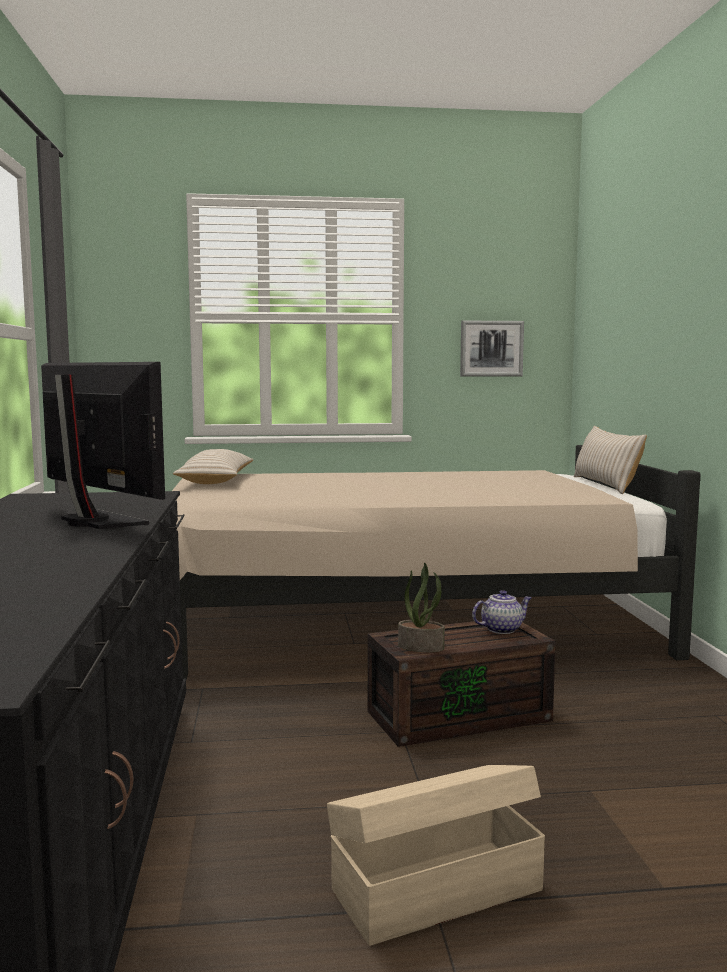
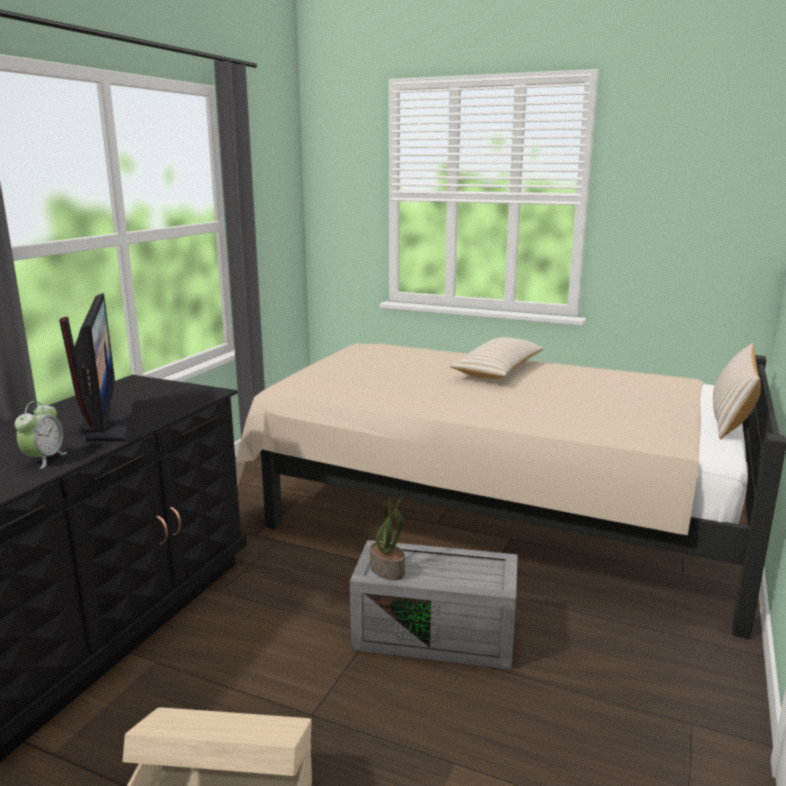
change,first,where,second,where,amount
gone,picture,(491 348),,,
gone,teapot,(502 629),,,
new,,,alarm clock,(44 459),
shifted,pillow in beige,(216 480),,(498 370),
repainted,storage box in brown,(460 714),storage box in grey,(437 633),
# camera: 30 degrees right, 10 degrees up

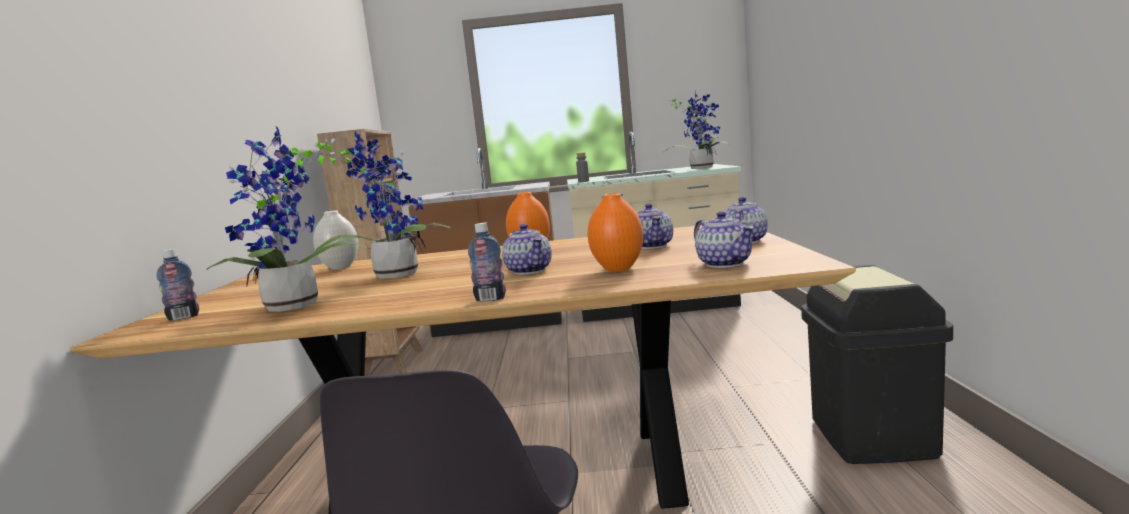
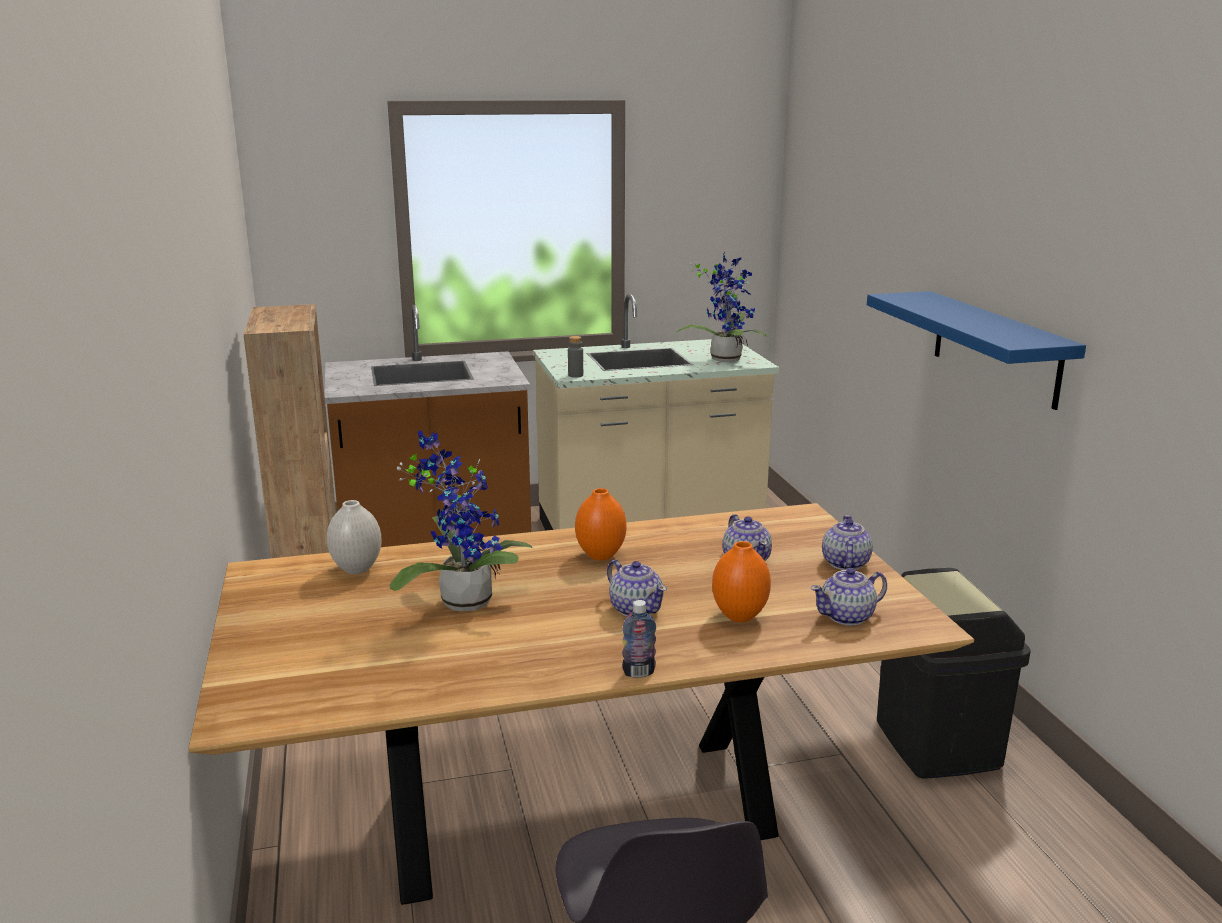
change,first,where,second,where,amount
gone,bottle,(183 317),,,
gone,potted plant,(293 308),,,
new,,,shelf in blue,(995 347),
rotated,teapot,(724 263),,(847 617),105 degrees clockwise
# camera: 15 degrees left, 10 degrees up

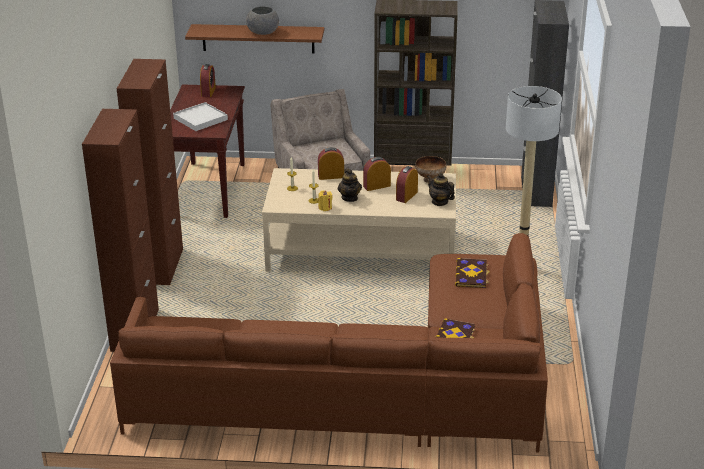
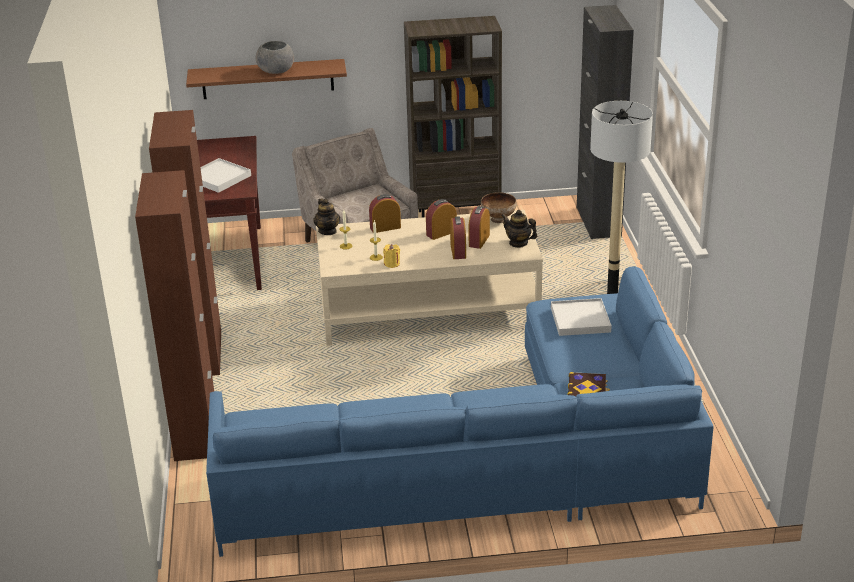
change,first,where,second,where,amount
shifted,alarm clock,(208 91),,(458 251),
shifted,teapot,(350 198),,(327 231),
swapped,book,(472 274),tray in white,(580 320),
repainted,sofa in brown,(372 388),sofa in blue,(494 462),
# camera: 10 degrees left, 0 degrees up

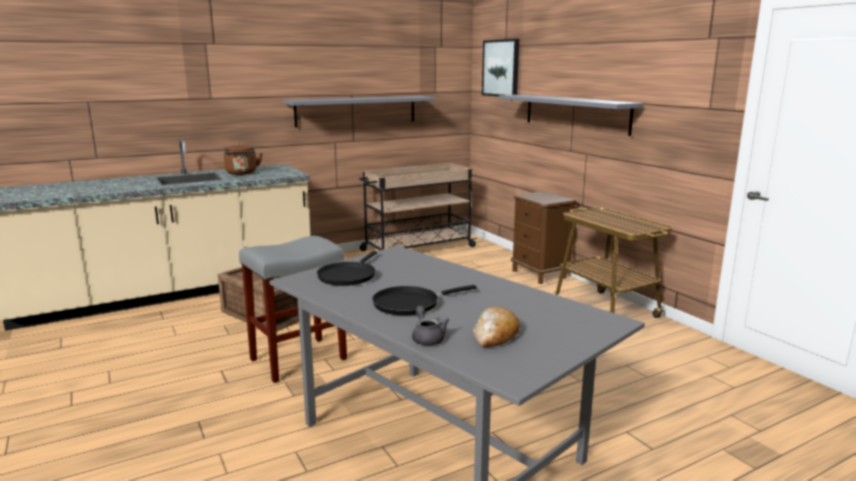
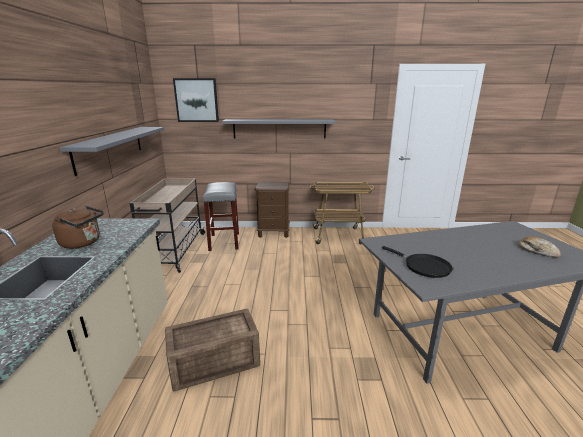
change,first,where,second,where,amount
gone,frying pan in black,(410 304),,,
gone,teapot in grey,(427 337),,,
shifted,stool in grey,(299 358),,(224 241),
# camera: 60 degrees left, 5 degrees up

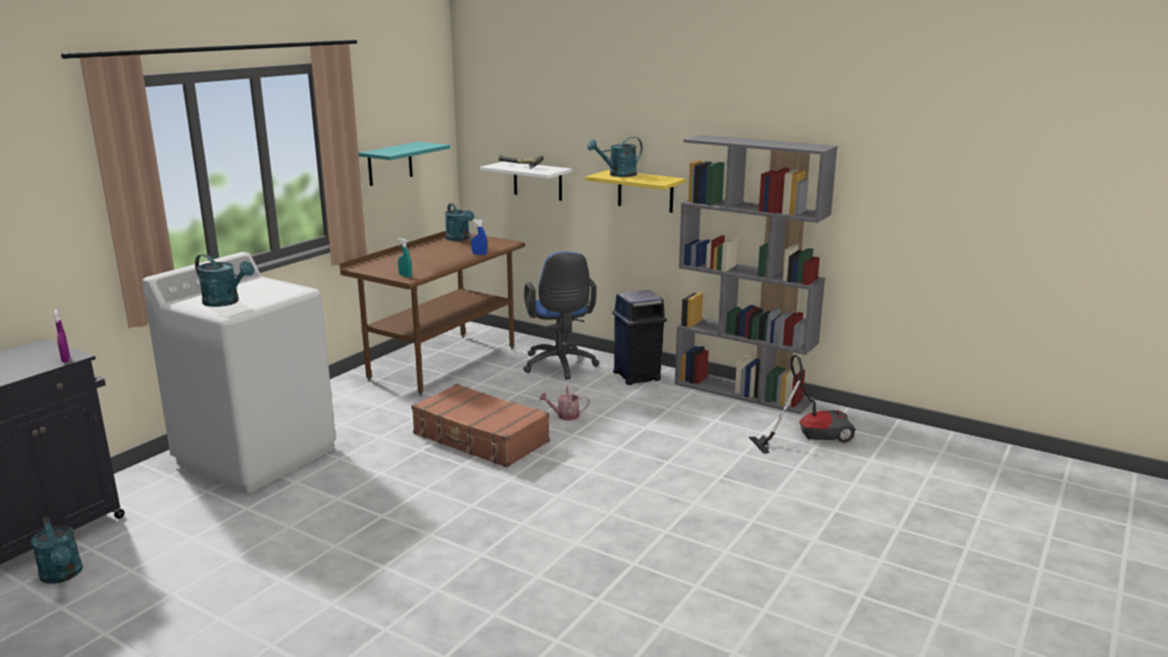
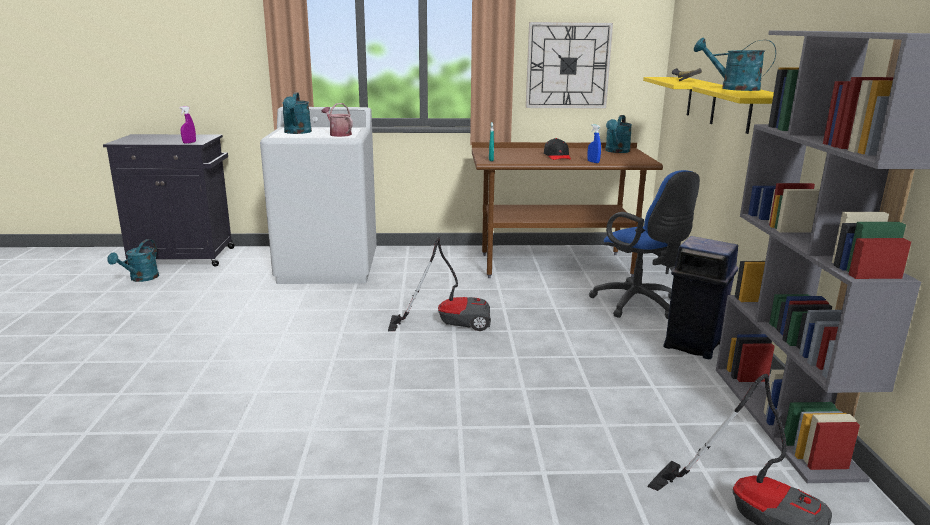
change,first,where,second,where,amount
new,,,cap in black,(557 156),
shifted,watering can,(564 416),,(338 134),
swapped,shelf in turquoise,(390 164),wall clock,(568 66),
swapped,suitcase in brown,(480 439),vacuum cleaner,(450 322),
repainted,shelf in white,(537 181),shelf in yellow,(701 100),
rotated,office chair in blue,(560 366),,(639 305),75 degrees counterclockwise
# camera: 55 degrees right, 0 degrees up

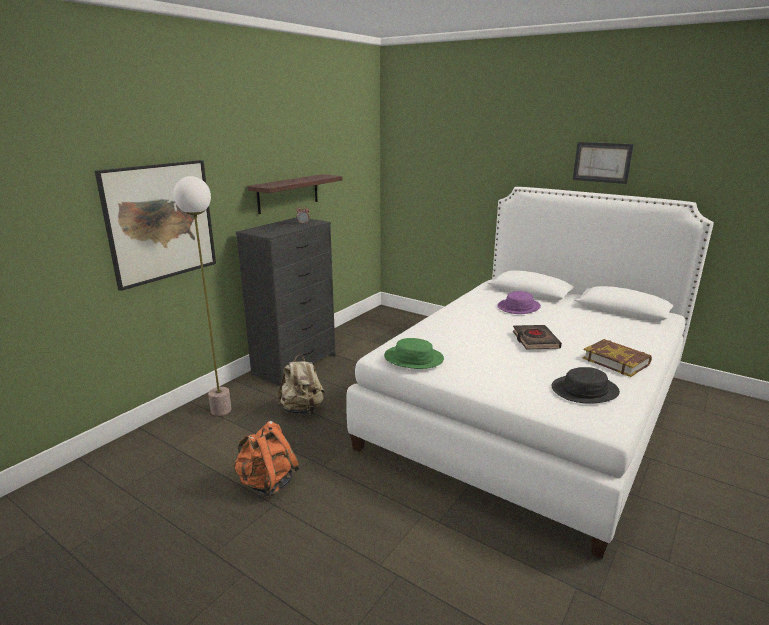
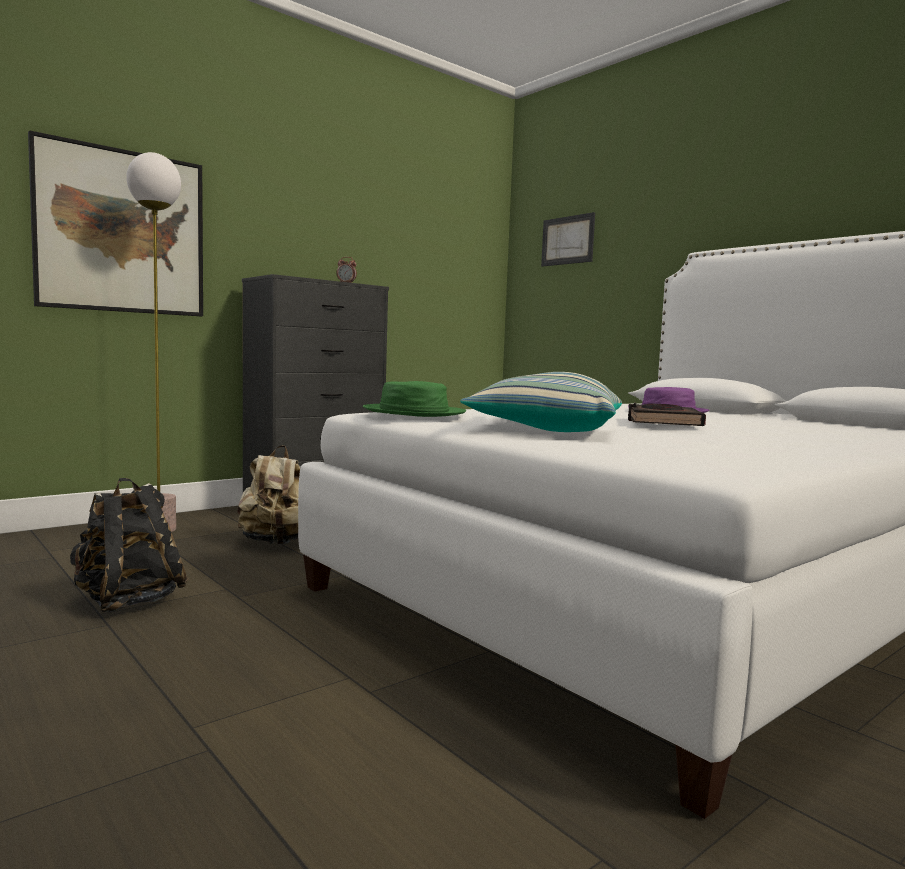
change,first,where,second,where,amount
gone,shelf,(288 193),,,
gone,hat in black,(584 390),,,
gone,book,(616 361),,,
new,,,pillow,(545 430),
shifted,picture,(602 162),,(568 240),
repainted,backpack in orange,(267 483),backpack in black,(128 601),
# camera: 15 degrees right, 15 degrees down

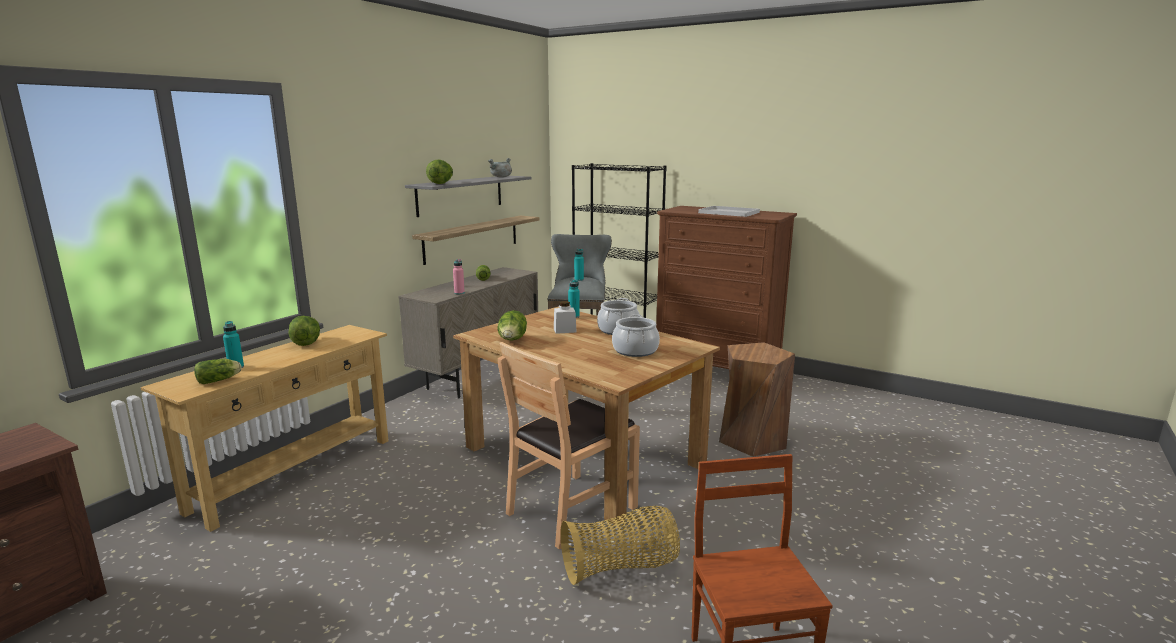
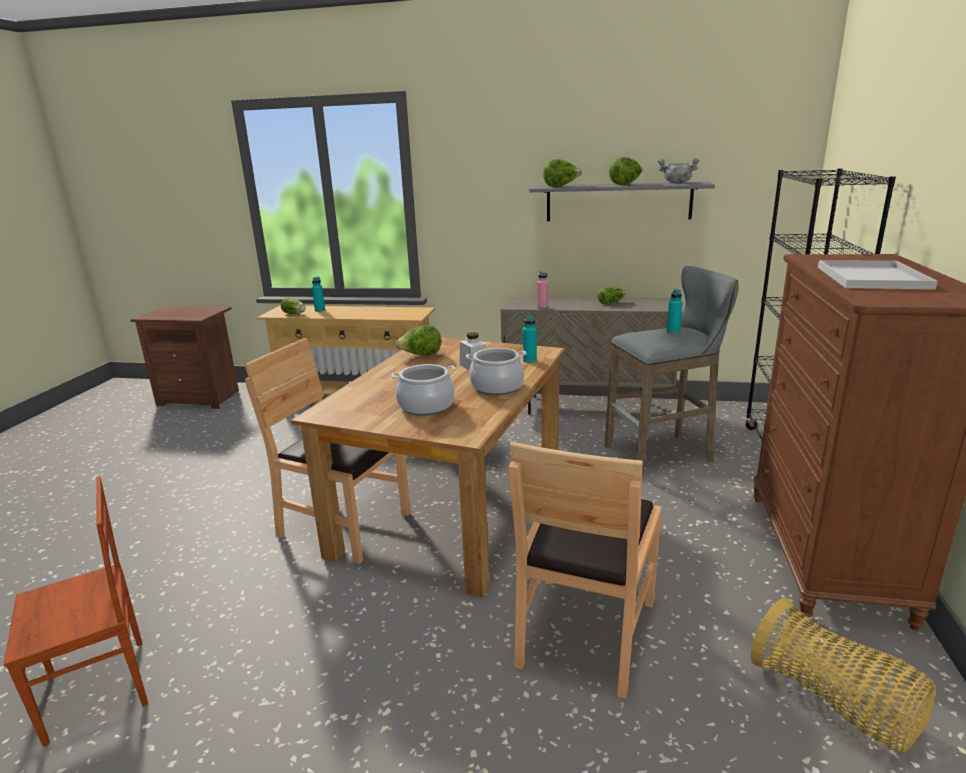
change,first,where,second,where,amount
gone,shelf,(472 238),,,
shifted,lettuce,(306 343),,(625 184),
shifted,basket,(621 567),,(834 702),
swapped,stool in brown,(752 440),chair in brown,(585 631),
# camera: 70 degrees right, 5 degrees up

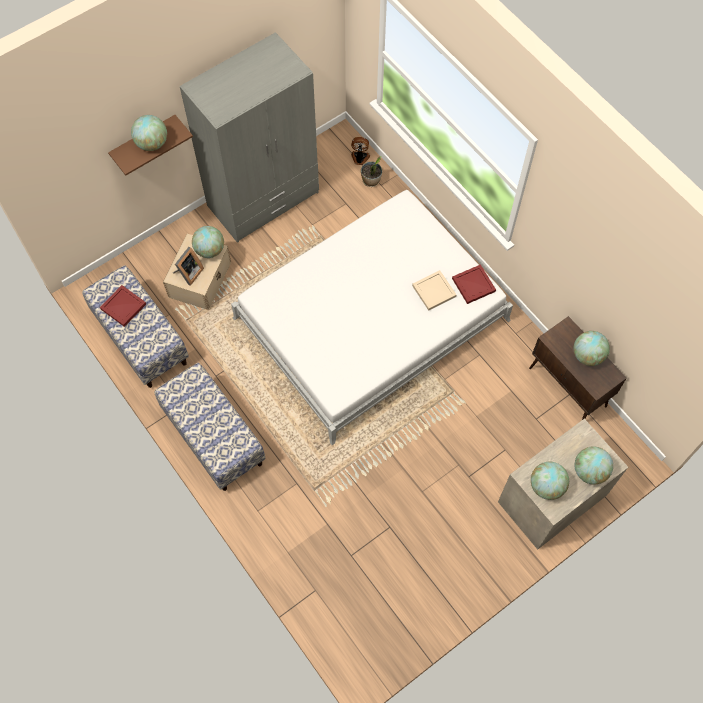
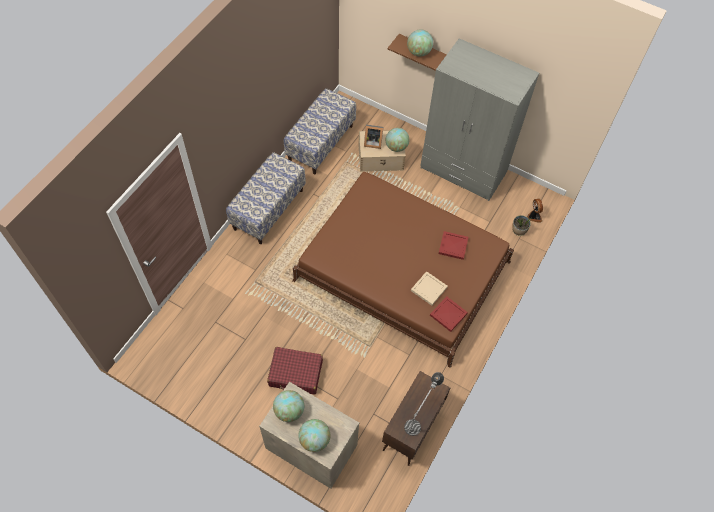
change,first,where,second,where,amount
new,,,suitcase in red,(296 374),
shifted,tray in red,(122 306),,(453 245),
swapped,globe,(587 355),table lamp,(421 413),
repainted,bed in white,(371 319),bed in brown,(402 271),
# camera: 65 degrees right, 5 degrees down

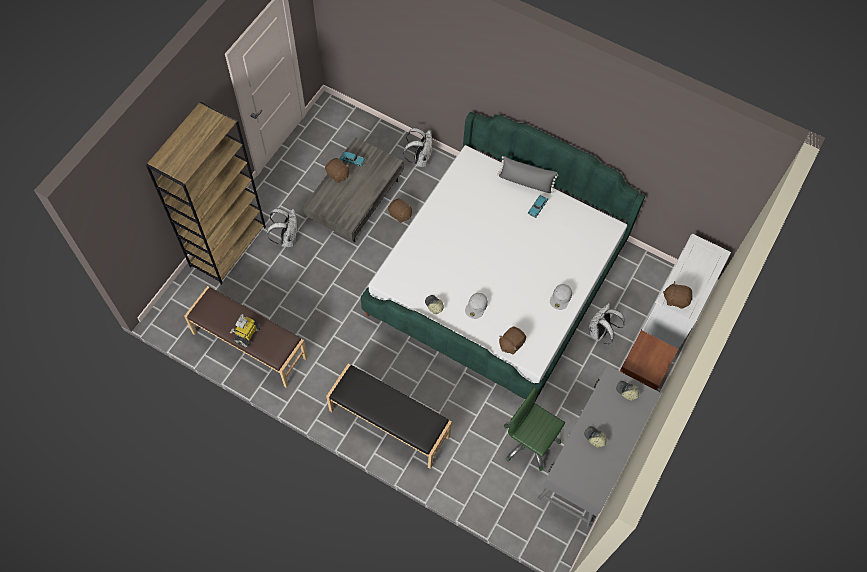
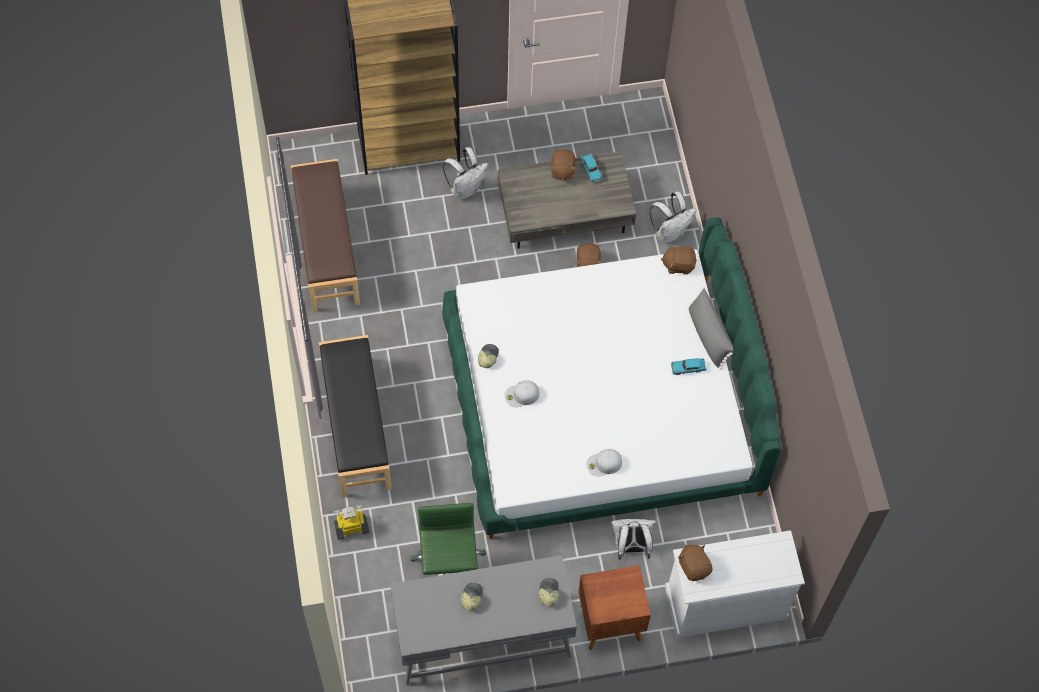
change,first,where,second,where,amount
shifted,toy robot,(247 334),,(351 527),
shifted,plush toy in brown,(511 344),,(678 264),
# camera: 50 degrees right, 0 degrees up

